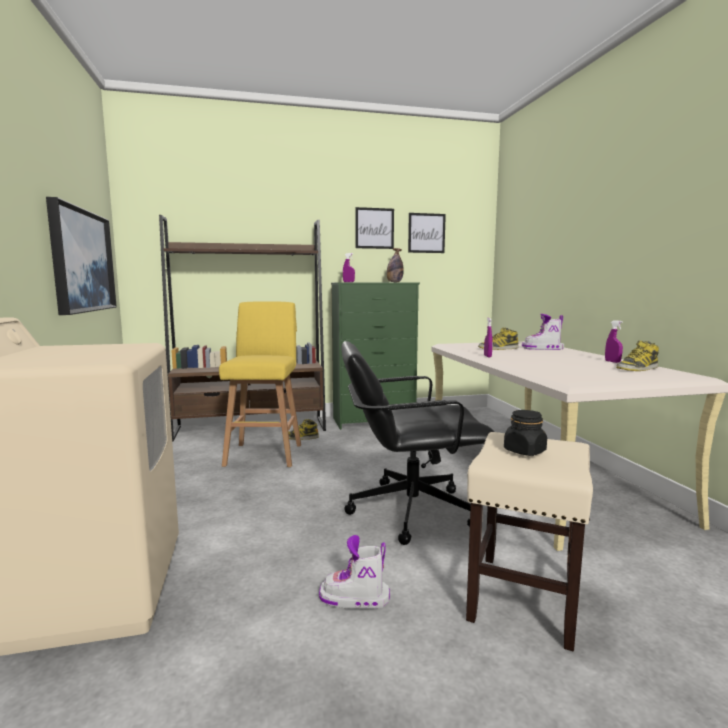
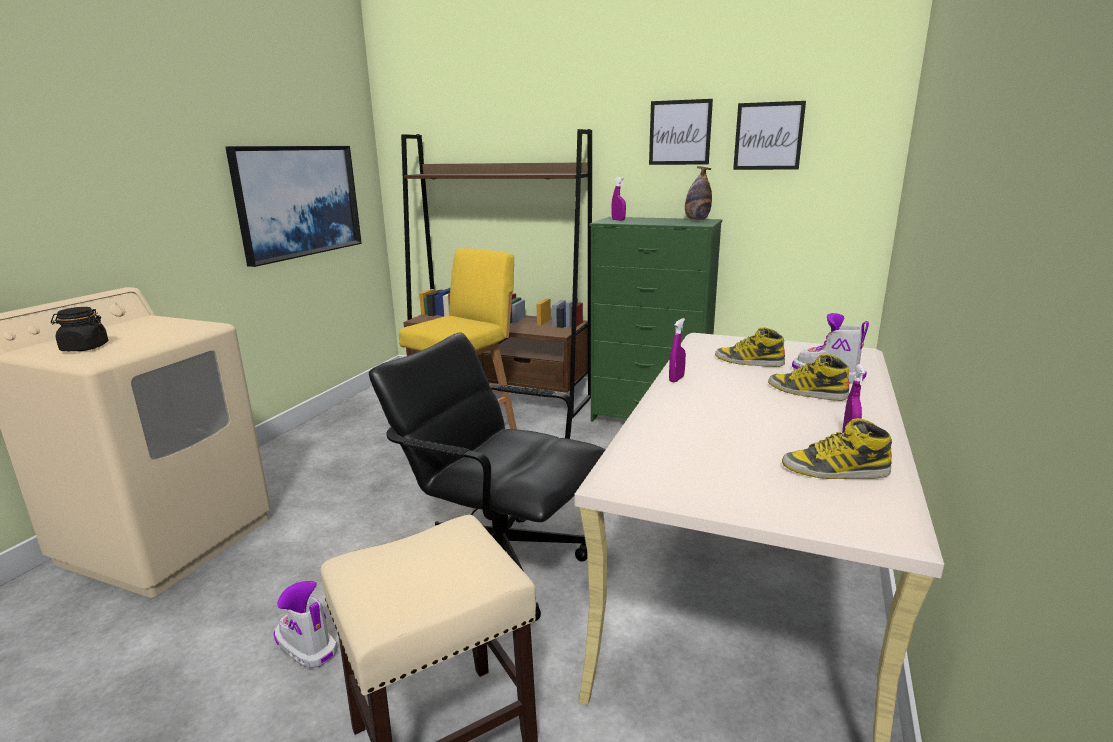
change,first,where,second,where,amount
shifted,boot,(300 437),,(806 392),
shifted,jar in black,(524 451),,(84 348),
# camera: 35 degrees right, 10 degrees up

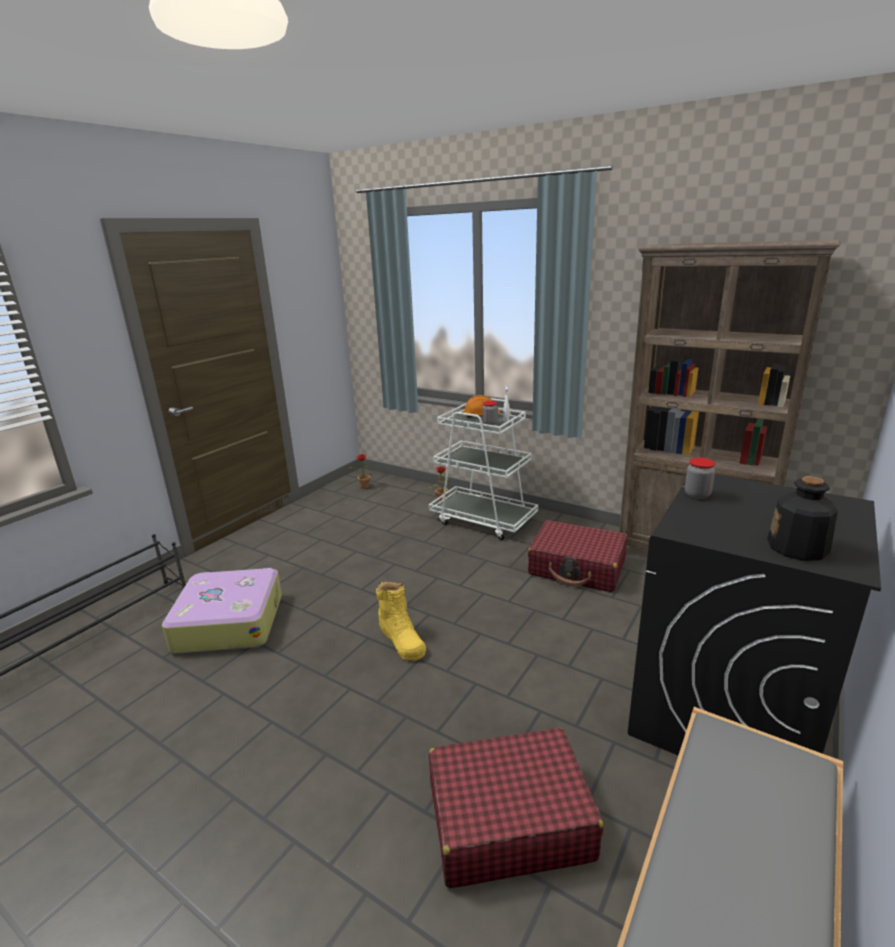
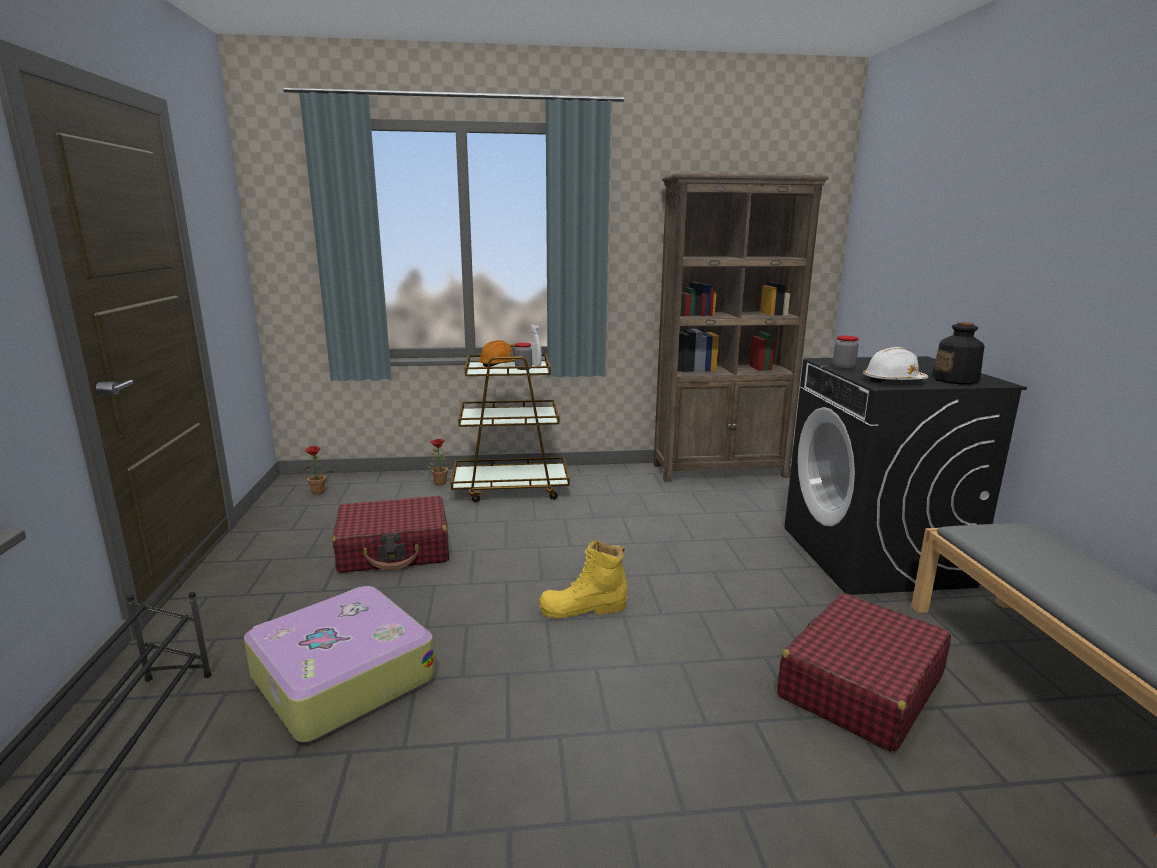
change,first,where,second,where,amount
new,,,hard hat in white,(893 381),
shifted,suitcase in red,(577 568),,(394 550),
repainted,cart in white,(483 520),cart in brown,(511 488),
rotated,boot in yellow,(401 640),,(583 608),150 degrees clockwise
# camera: 40 degrees left, 5 degrees down

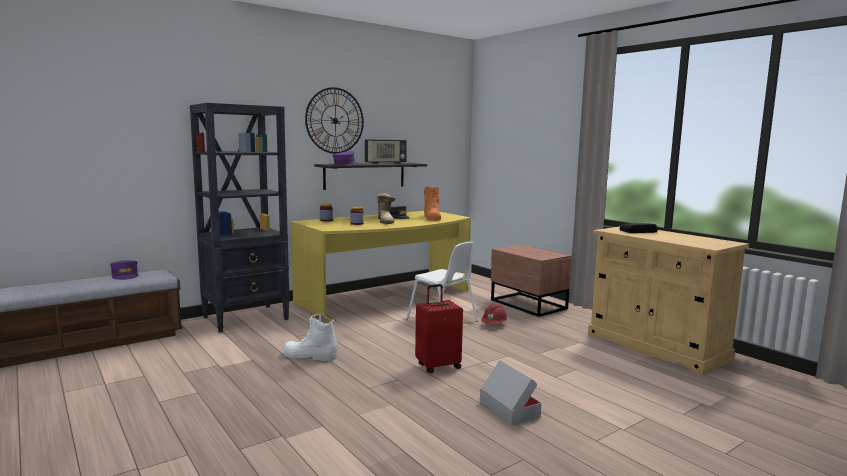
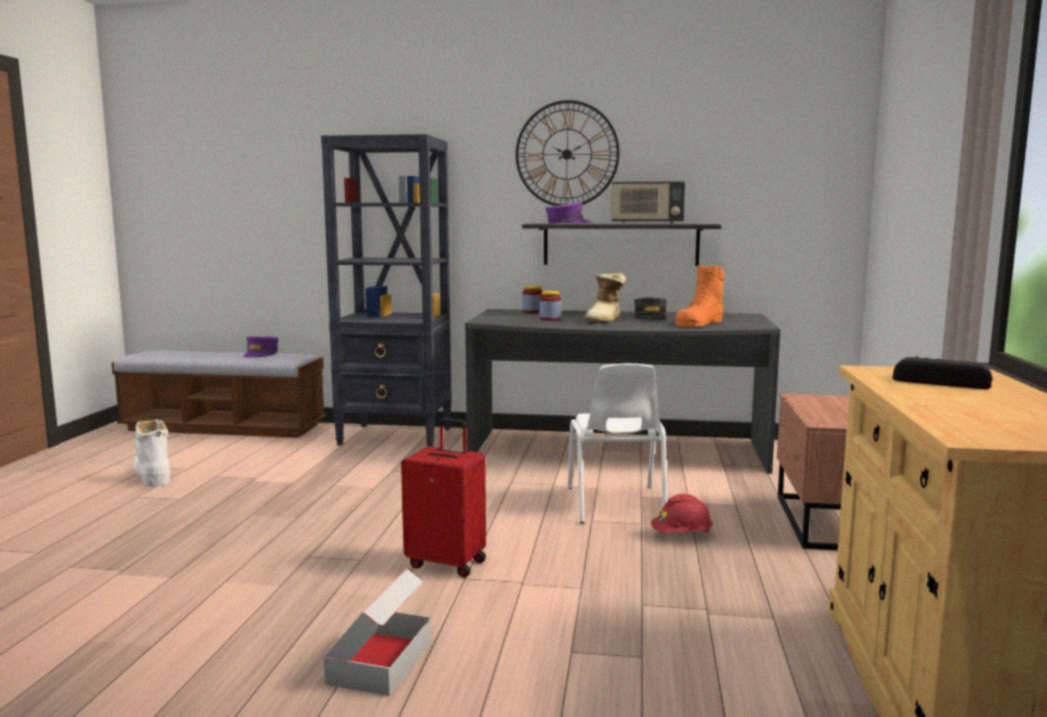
change,first,where,second,where,amount
shifted,boot in white,(310 356),,(152 475),
repainted,desk in yellow,(387 297),desk in grey,(616 452),
# camera: 45 degrees right, 0 degrees up

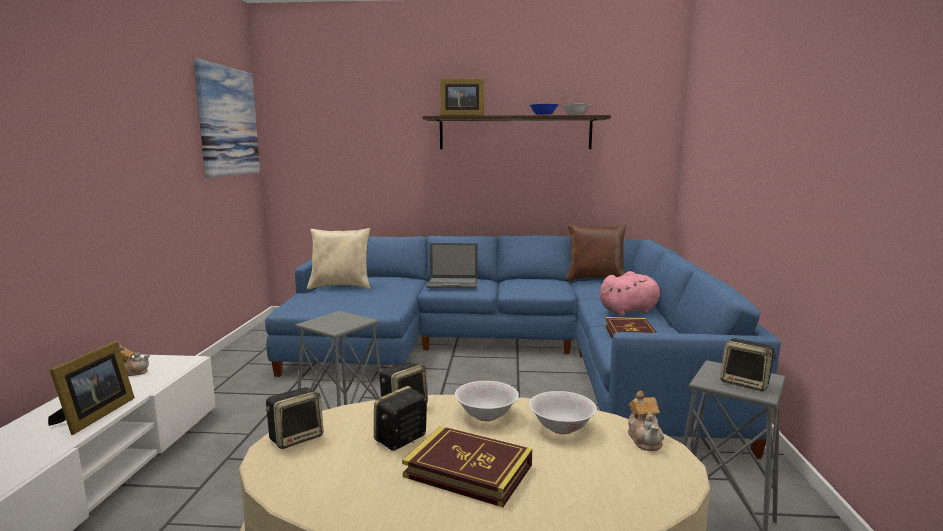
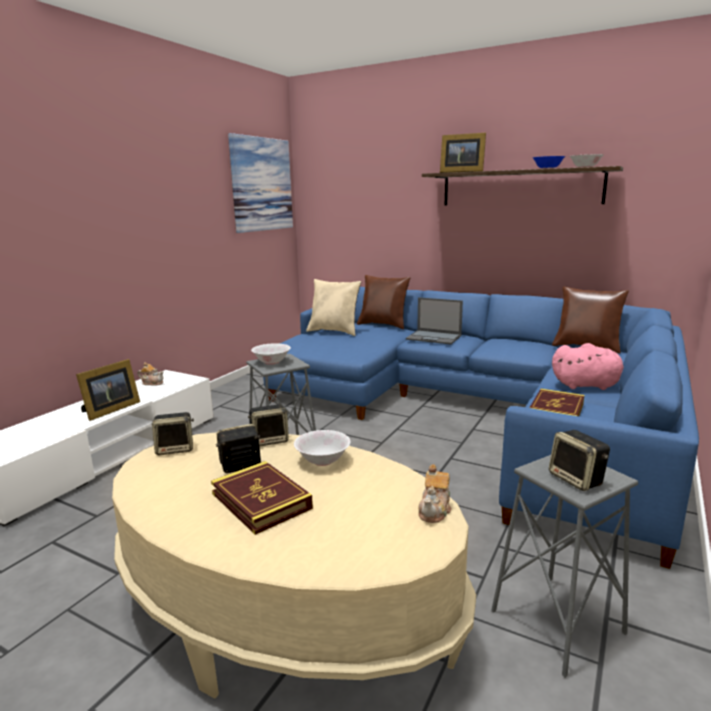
change,first,where,second,where,amount
new,,,pillow in brown,(384 325),
shifted,bowl in white,(561 428),,(272 362),
# camera: 25 degrees right, 5 degrees up

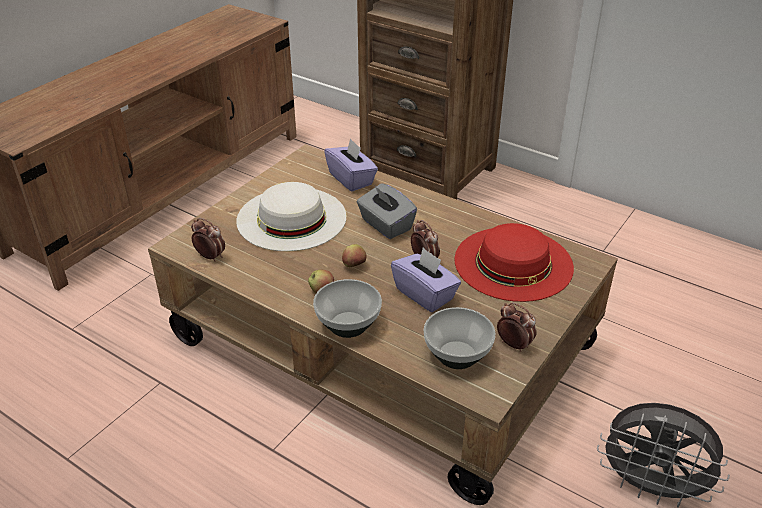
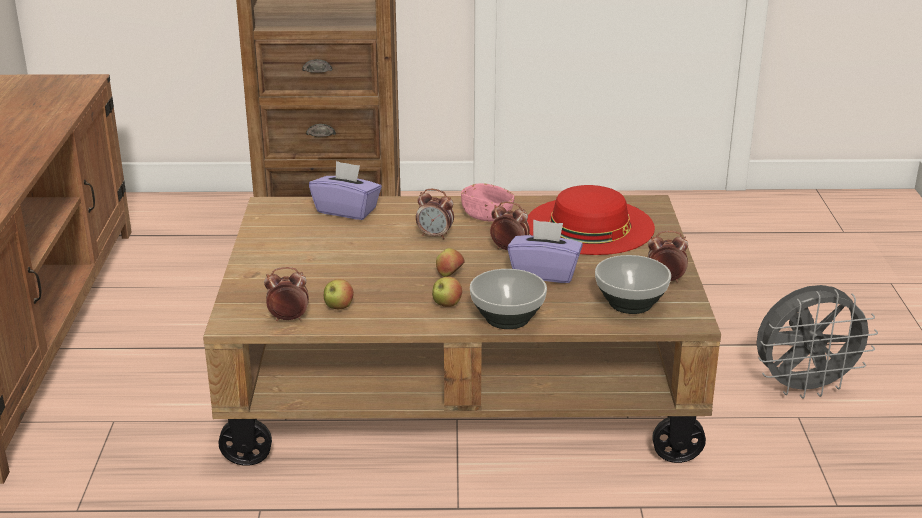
change,first,where,second,where,amount
gone,hat in white,(291 218),,,
new,,,apple,(338 307),
new,,,bowl in pink,(487 215),
swapped,tissue box in grey,(385 225),alarm clock,(435 235),
# camera: 35 degrees left, 10 degrees down

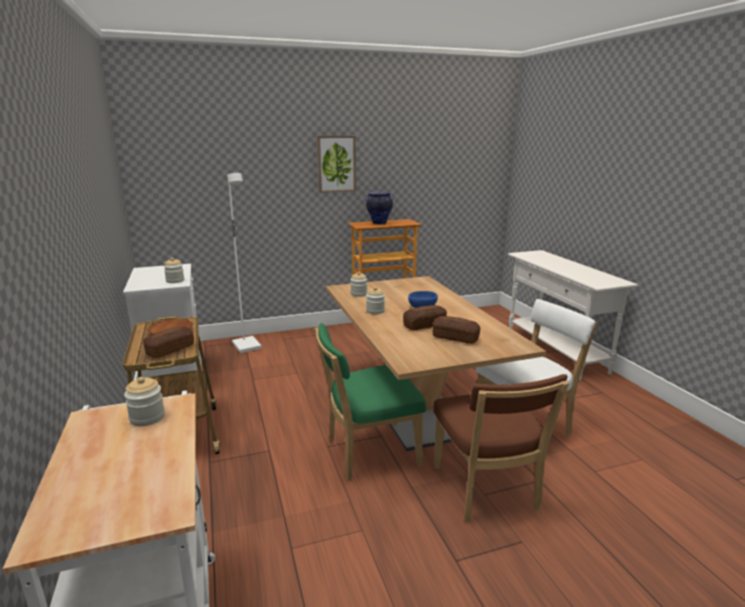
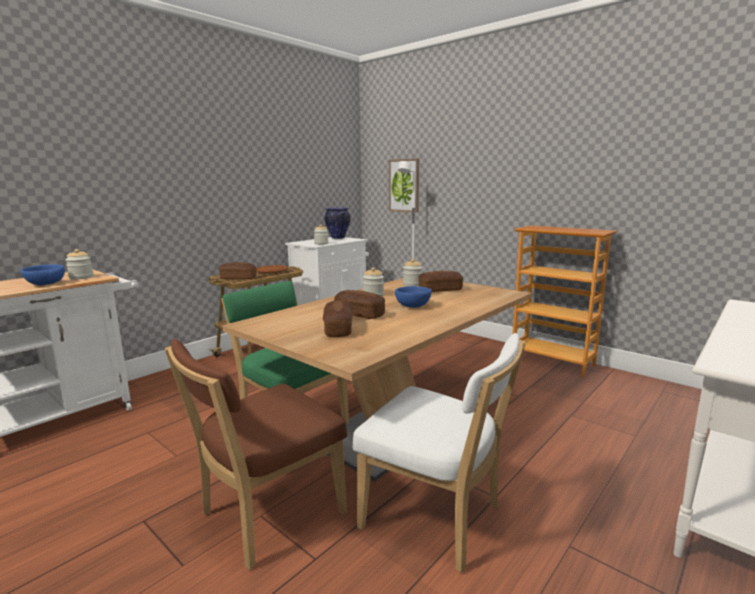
change,first,where,second,where,amount
new,,,bowl in blue,(46 284),
new,,,bread,(440 290),
shifted,picture,(336 164),,(404 185),
shifted,vase,(379 223),,(337 238),
# camera: 60 degrees right, 5 degrees down

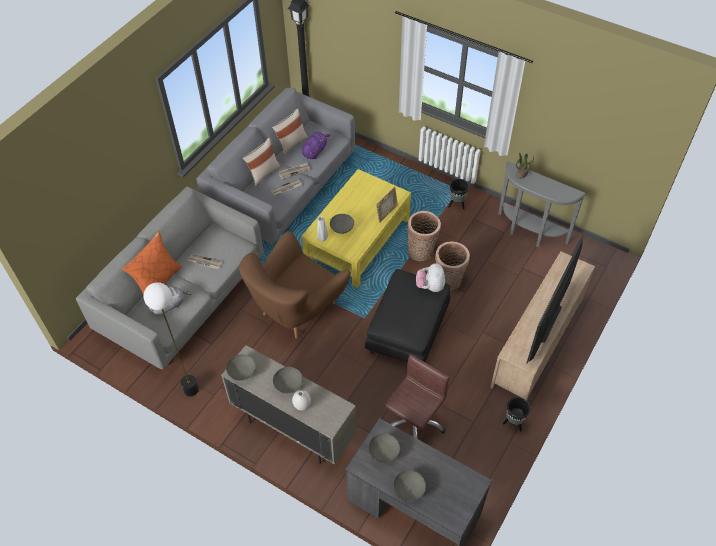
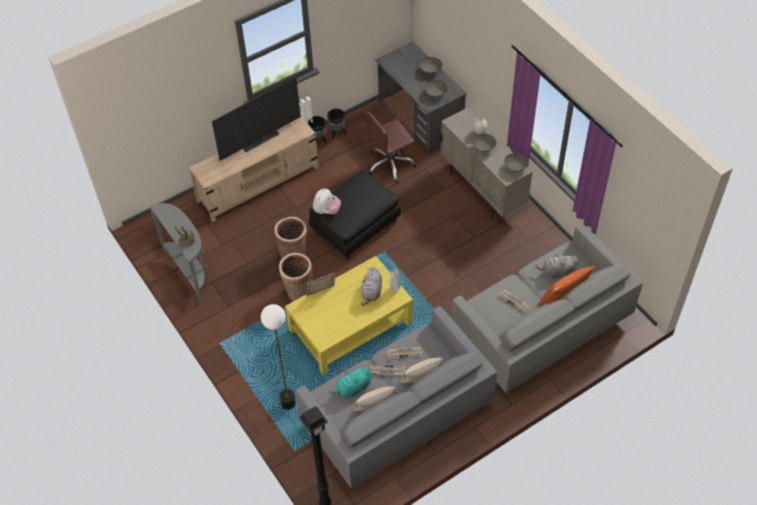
change,first,where,second,where,amount
gone,armchair in brown,(297 309),,,
shifted,floor lamp,(191 389),,(288 403),
shifted,planter in black,(457 204),,(337 133),
swapped,bowl in grey,(342 228),plush toy in grey,(371 292),
repainted,plush toy in purple,(315 151),plush toy in turquoise,(353 389),
# camera: 155 degrees left, 0 degrees up

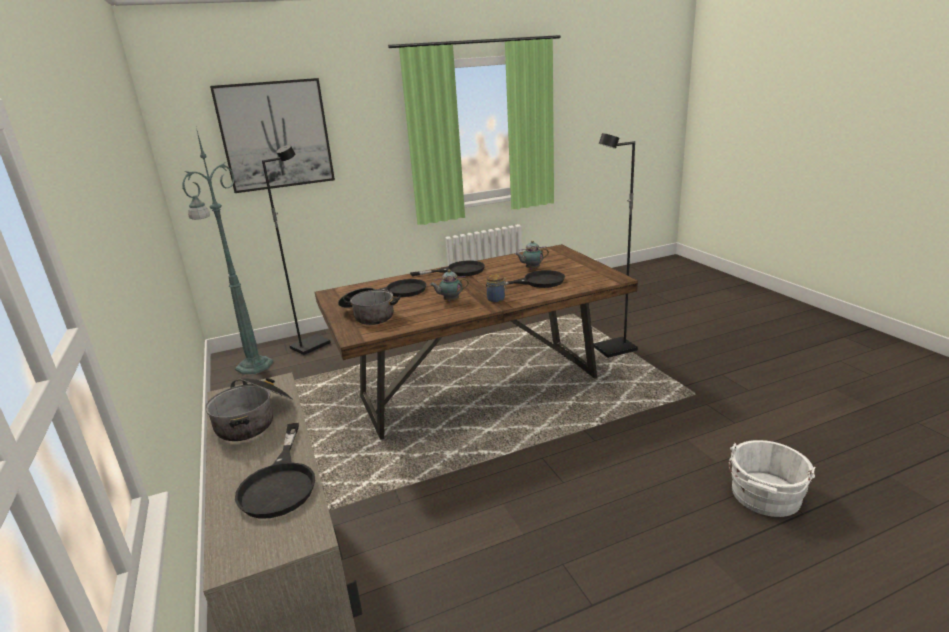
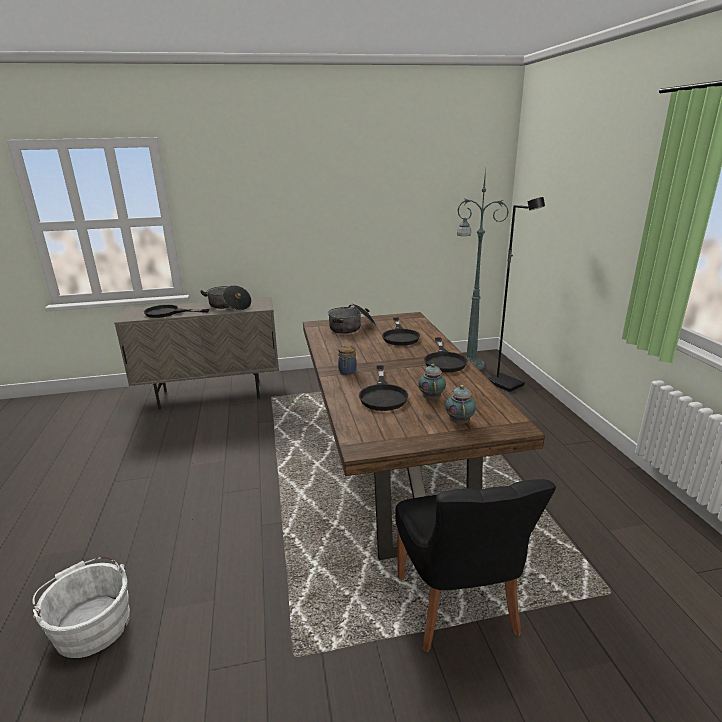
change,first,where,second,where,amount
gone,picture,(275 135),,,
shifted,teapot,(450 300),,(459 421),
swapped,floor lamp in black,(615 350),chair in black,(458 608),
# camera: 100 degrees right, 0 degrees up

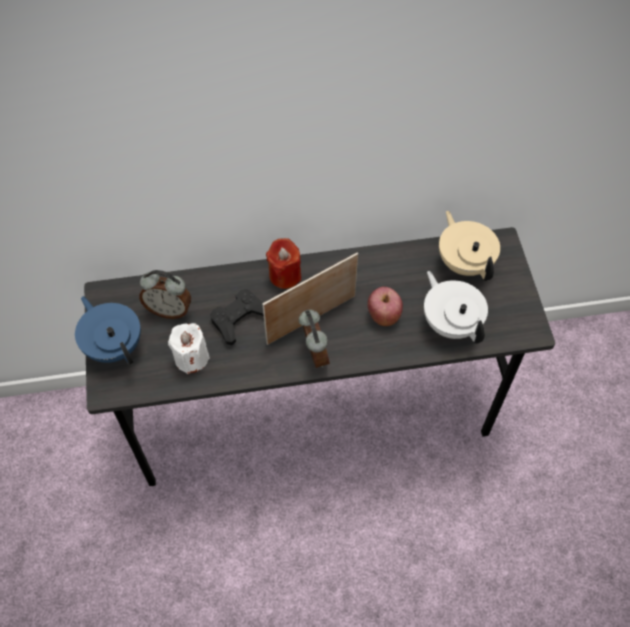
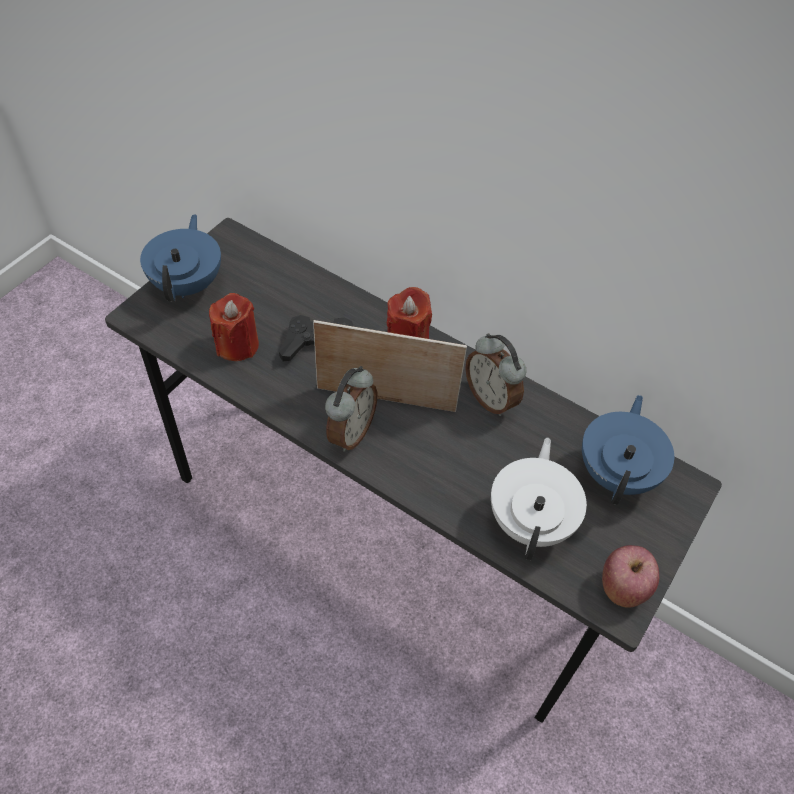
change,first,where,second,where,amount
shifted,alarm clock,(169 310),,(491 398),
shifted,apple,(383 315),,(623 587),
repainted,candle in white,(191 358),candle in red,(237 345),
repainted,teapot in beige,(464 262),teapot in blue,(617 472),
# camera: 40 degrees right, 5 degrees down

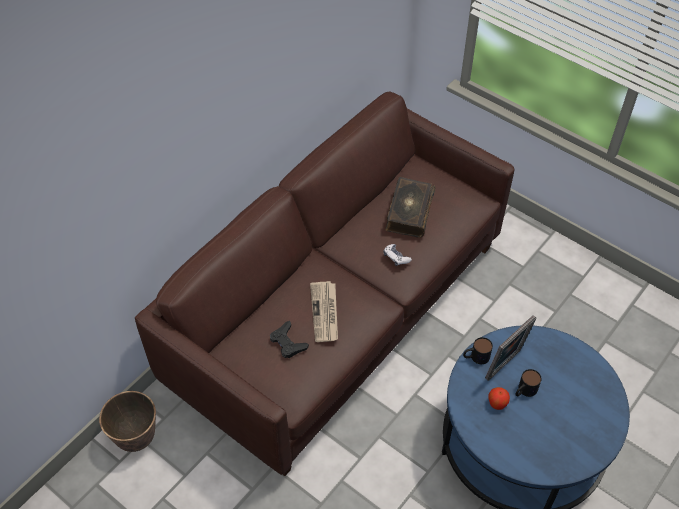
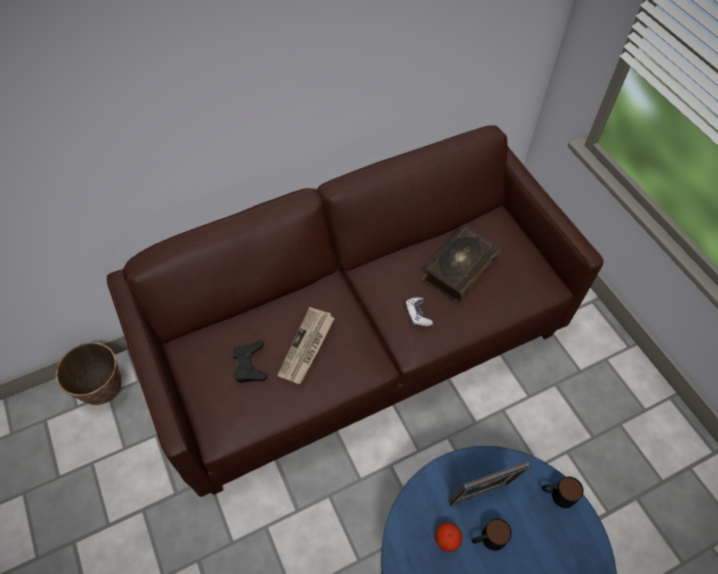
change,first,where,second,where,amount
shifted,mug,(475 357),,(557 494),
# camera: 25 degrees right, 5 degrees up

